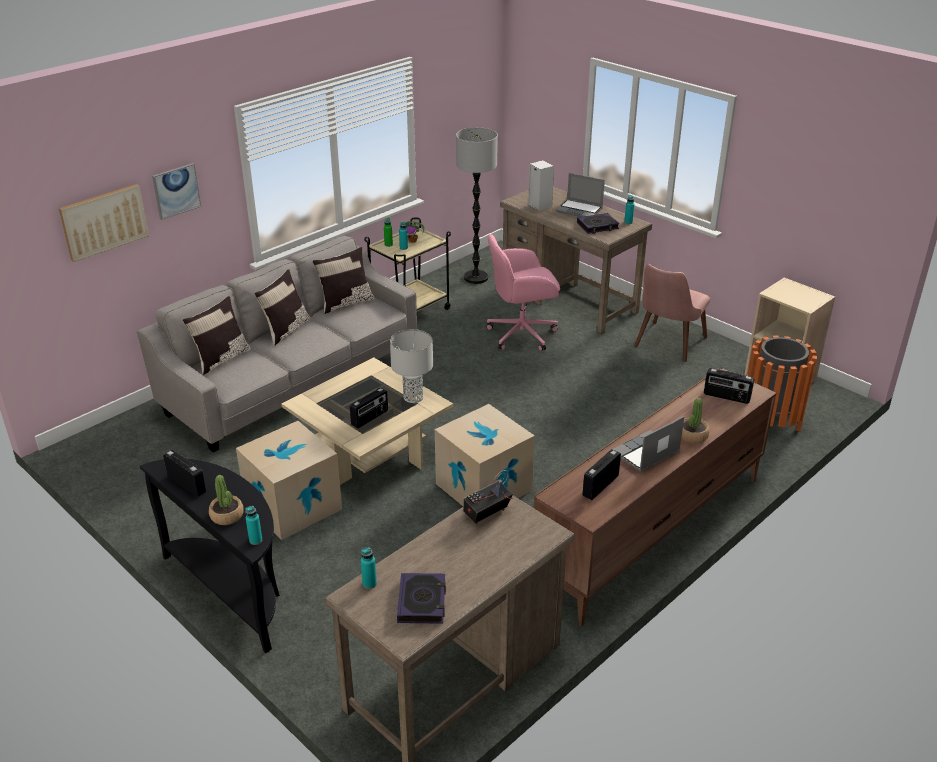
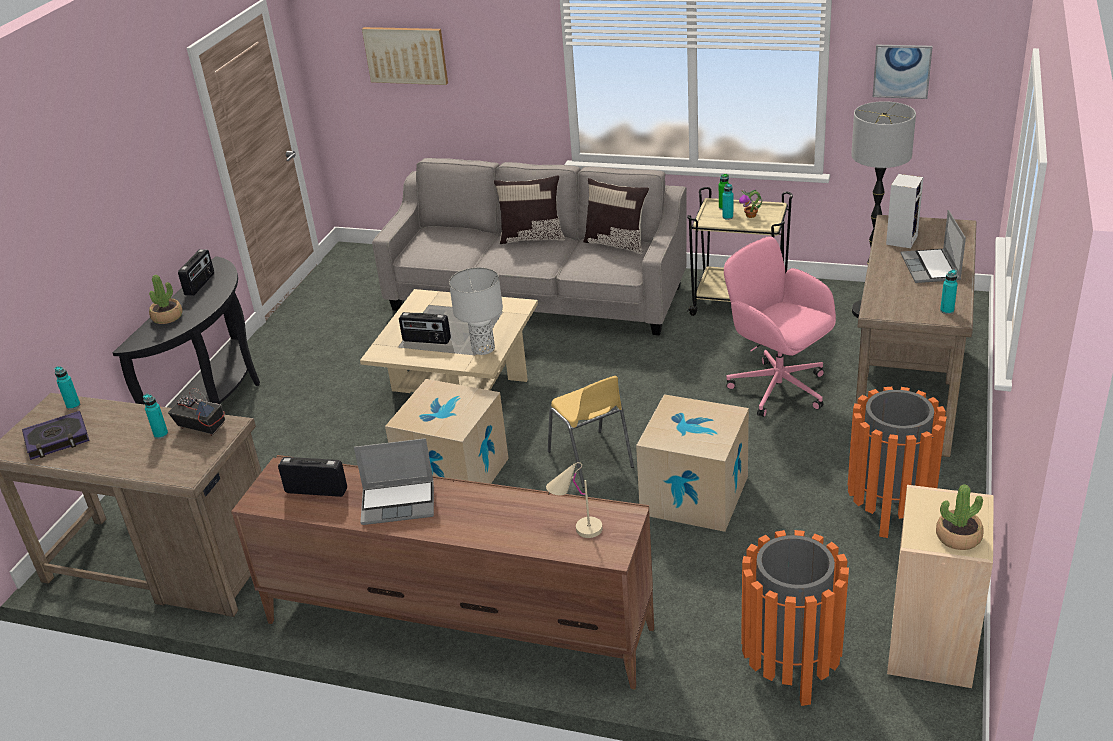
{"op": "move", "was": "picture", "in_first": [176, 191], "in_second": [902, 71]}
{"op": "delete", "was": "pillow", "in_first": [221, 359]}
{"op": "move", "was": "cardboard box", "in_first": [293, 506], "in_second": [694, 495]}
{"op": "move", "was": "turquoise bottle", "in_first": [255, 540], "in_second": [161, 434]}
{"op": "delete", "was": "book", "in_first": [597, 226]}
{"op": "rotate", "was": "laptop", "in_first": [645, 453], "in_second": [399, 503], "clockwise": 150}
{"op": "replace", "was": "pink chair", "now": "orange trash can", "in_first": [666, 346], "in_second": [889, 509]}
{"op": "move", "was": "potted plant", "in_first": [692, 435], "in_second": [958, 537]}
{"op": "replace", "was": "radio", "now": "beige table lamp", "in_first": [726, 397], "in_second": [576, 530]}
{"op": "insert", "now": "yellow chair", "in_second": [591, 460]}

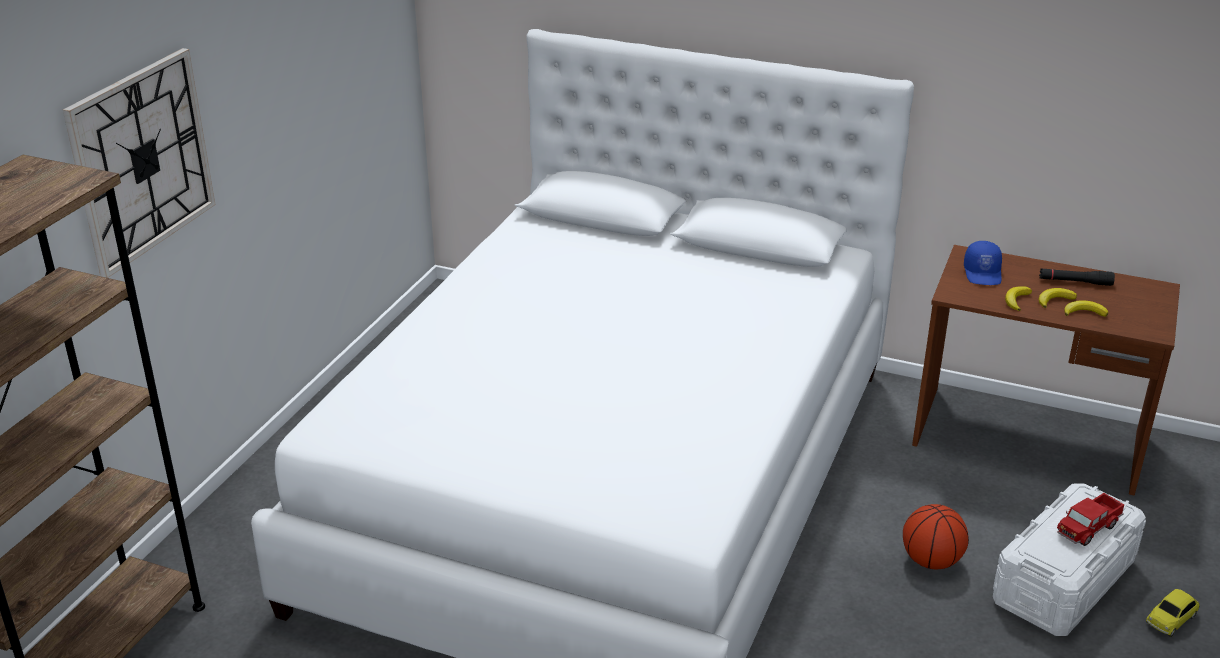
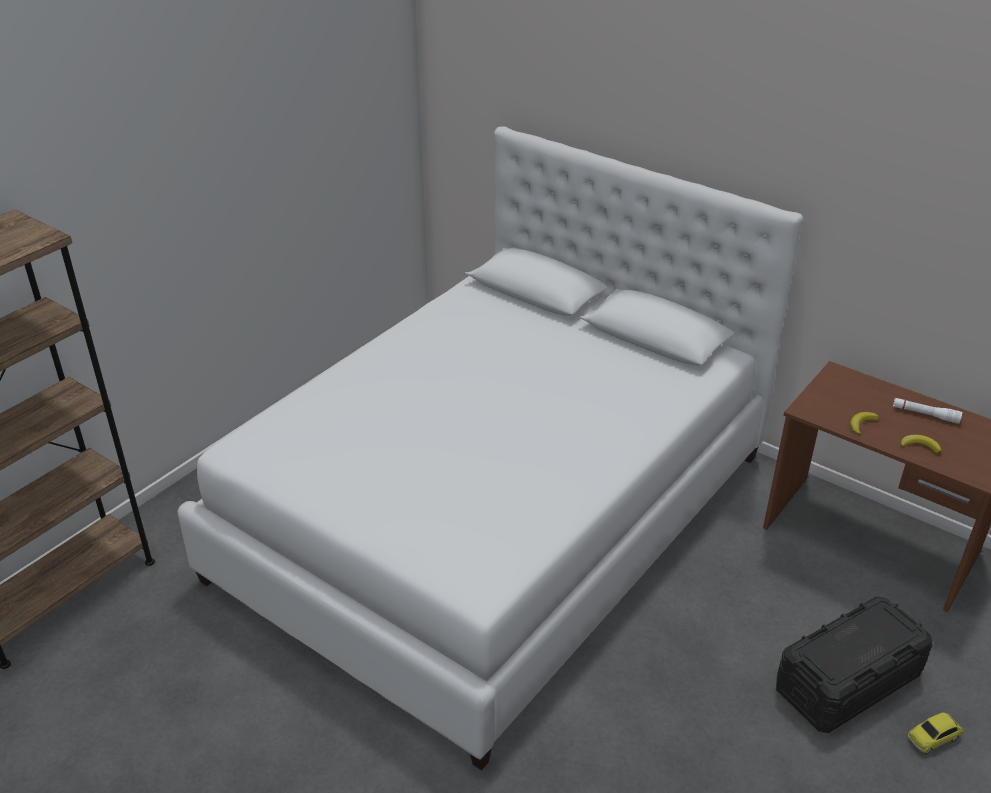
{"op": "delete", "was": "wall clock", "in_first": [142, 160]}
{"op": "delete", "was": "basketball", "in_first": [931, 561]}
{"op": "delete", "was": "blue cap", "in_first": [983, 273]}
{"op": "recolor", "was": "white storage box", "now": "black storage box", "in_first": [1064, 582], "in_second": [847, 682]}
{"op": "recolor", "was": "black flashlight", "now": "white flashlight", "in_first": [1075, 282], "in_second": [925, 414]}
{"op": "delete", "was": "banana", "in_first": [1054, 300]}
{"op": "delete", "was": "toy truck", "in_first": [1088, 528]}

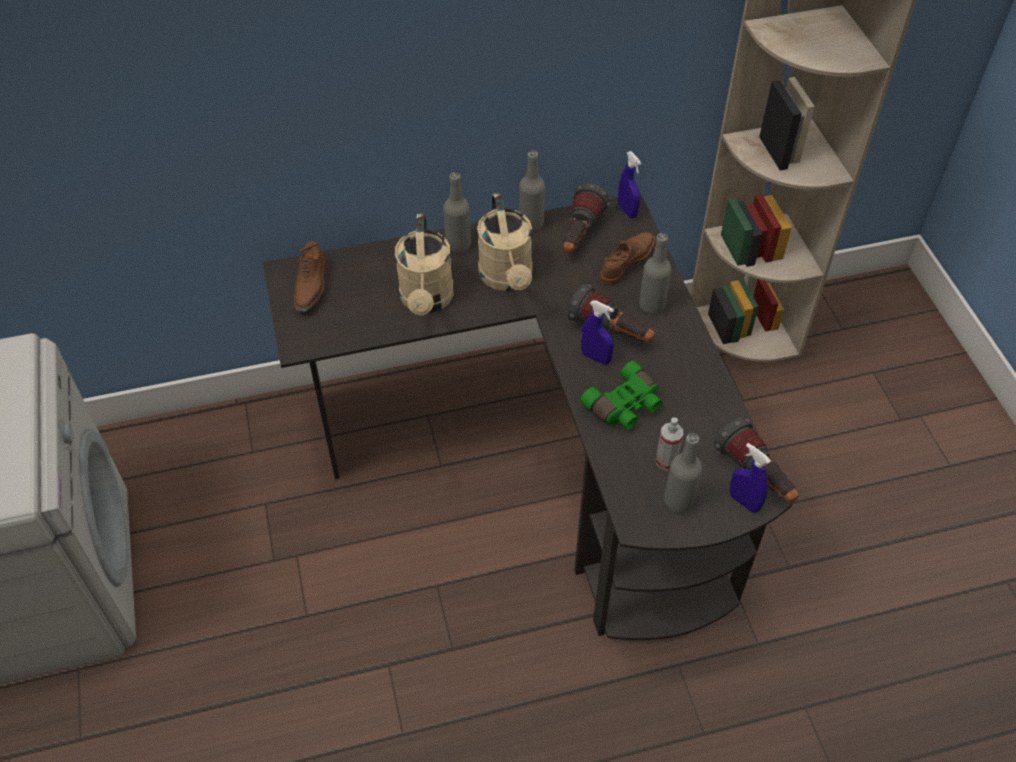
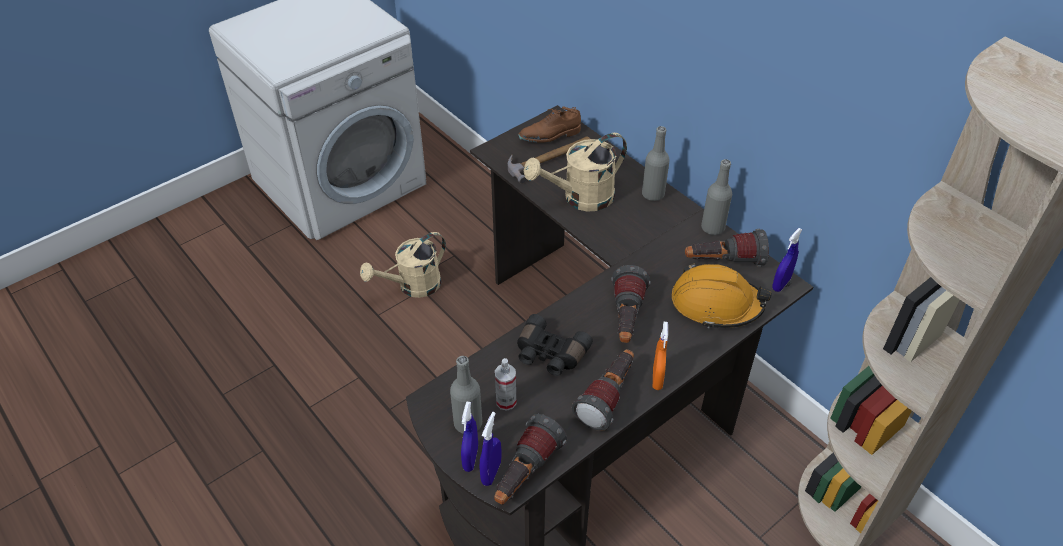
{"op": "move", "was": "beige watering can", "in_first": [508, 279], "in_second": [413, 286]}
{"op": "recolor", "was": "green binoculars", "now": "black binoculars", "in_first": [625, 406], "in_second": [549, 354]}
{"op": "move", "was": "blue spray bottle", "in_first": [595, 357], "in_second": [470, 458]}
{"op": "replace", "was": "brown shoe", "now": "orange hard hat", "in_first": [626, 263], "in_second": [716, 304]}
{"op": "delete", "was": "grey bottle", "in_first": [652, 305]}
{"op": "insert", "now": "hammer", "in_second": [550, 158]}
{"op": "insert", "now": "flashlight", "in_second": [608, 397]}
{"op": "insert", "now": "orange spray bottle", "in_second": [657, 379]}

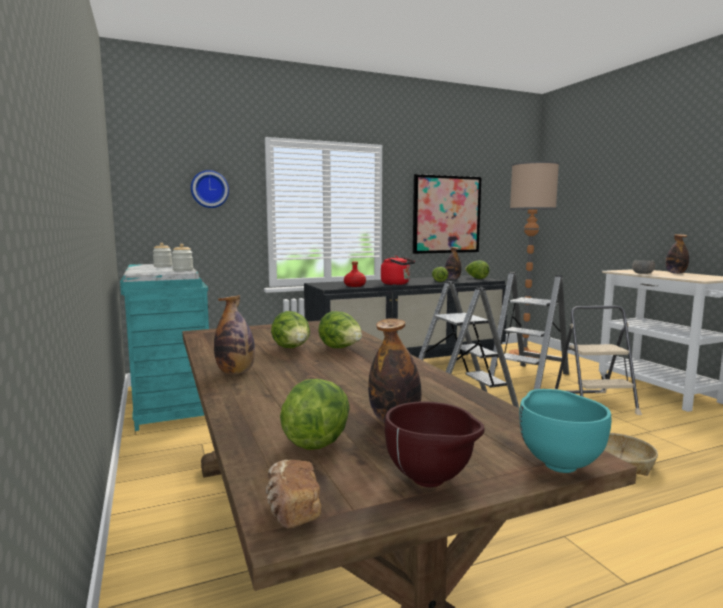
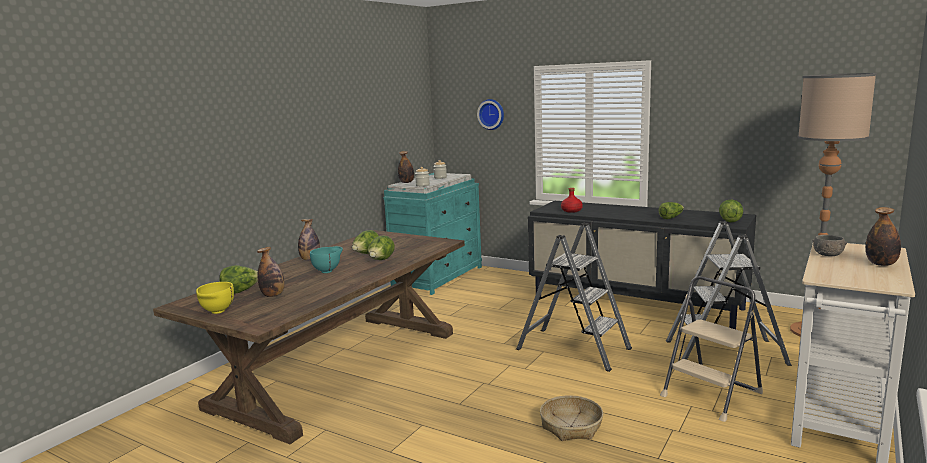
{"op": "delete", "was": "bread", "in_first": [292, 510]}
{"op": "delete", "was": "red kettle", "in_first": [397, 284]}
{"op": "recolor", "was": "brown bowl", "now": "yellow bowl", "in_first": [432, 481], "in_second": [217, 312]}
{"op": "delete", "was": "picture", "in_first": [446, 214]}
{"op": "move", "was": "bottle", "in_first": [452, 279], "in_second": [406, 182]}
{"op": "move", "was": "turquoise bowl", "in_first": [558, 463], "in_second": [328, 271]}

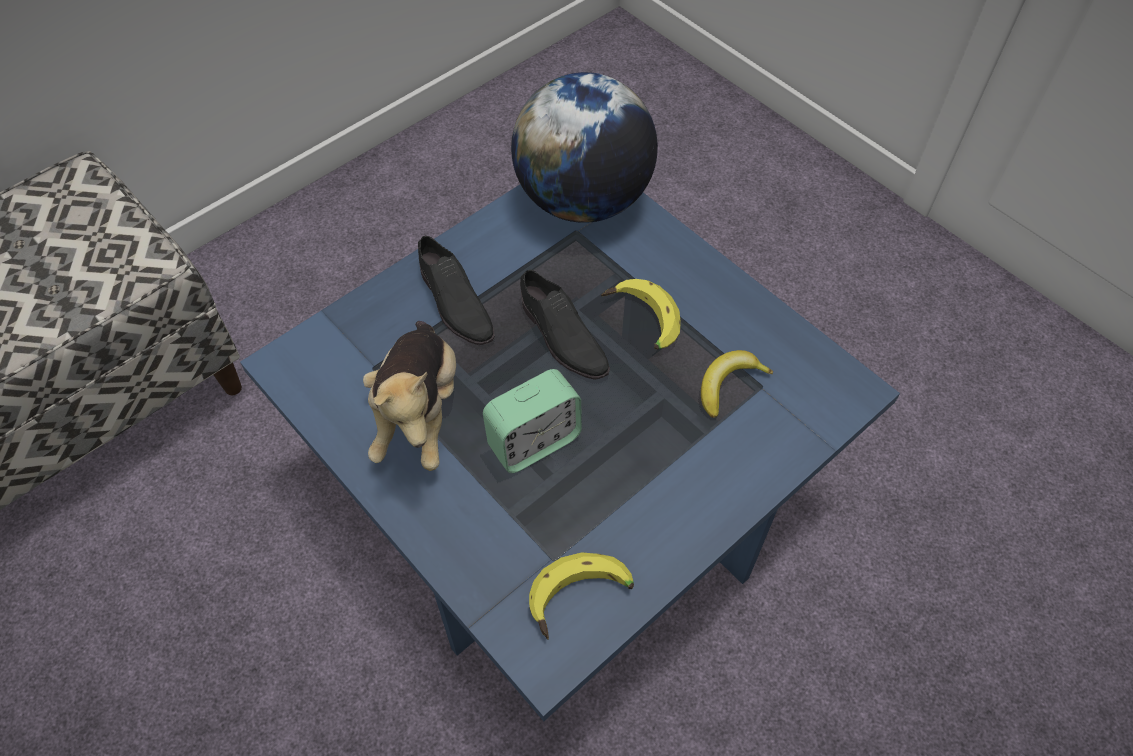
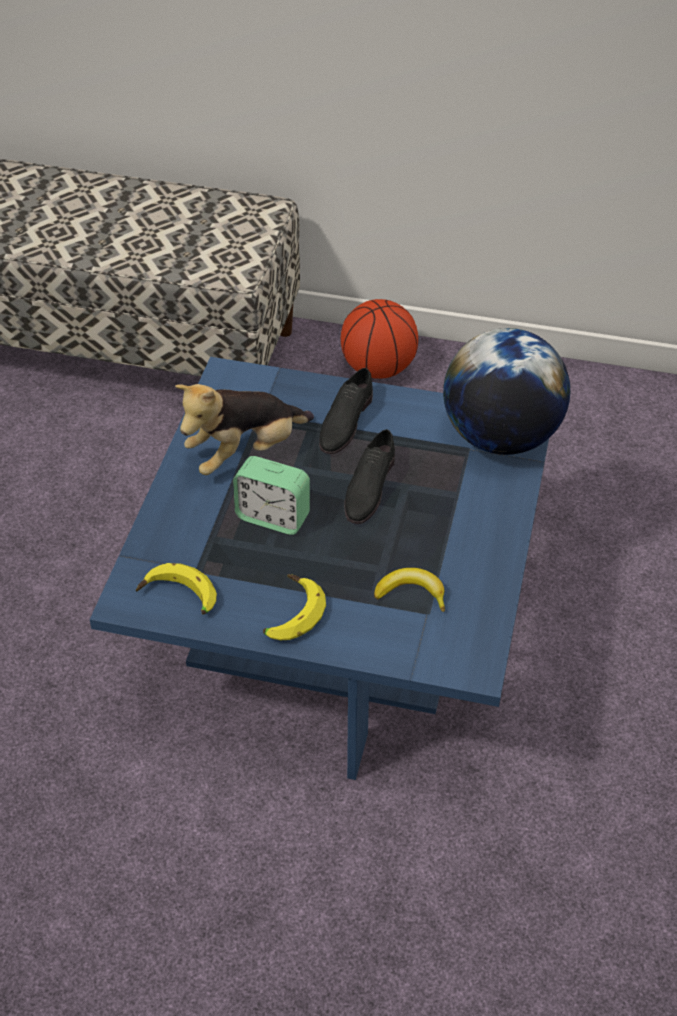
{"op": "move", "was": "banana", "in_first": [640, 320], "in_second": [290, 614]}
{"op": "insert", "now": "basketball", "in_second": [378, 369]}

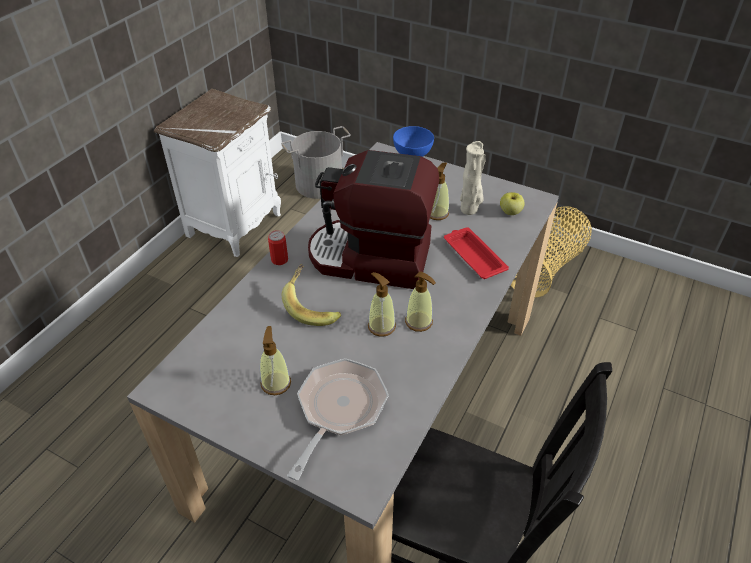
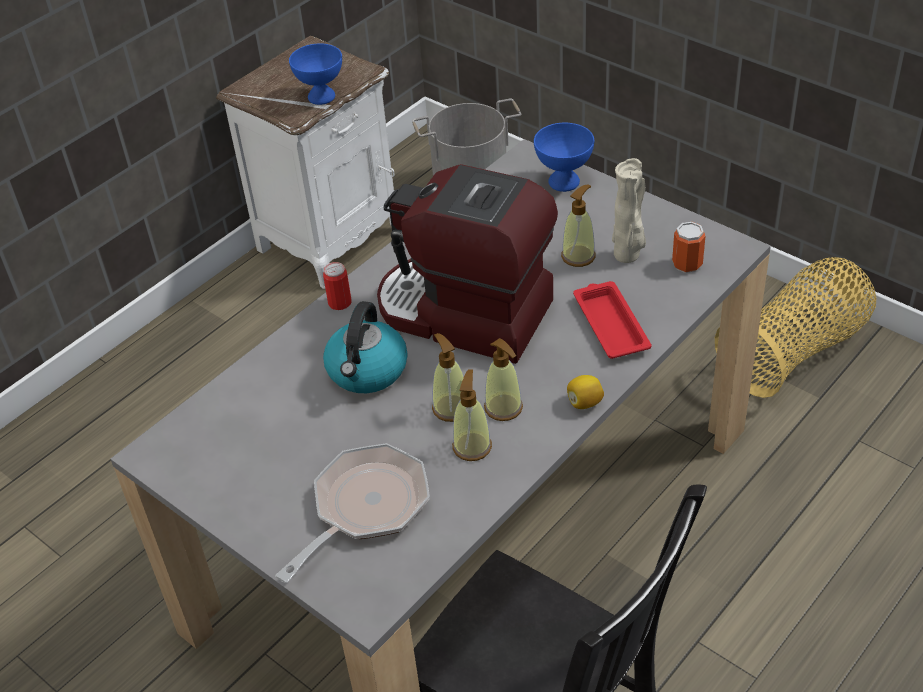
{"op": "move", "was": "soap dispenser", "in_first": [276, 383], "in_second": [472, 446]}
{"op": "replace", "was": "banana", "now": "kettle", "in_first": [313, 306], "in_second": [367, 371]}
{"op": "replace", "was": "apple", "now": "can", "in_first": [510, 212], "in_second": [687, 264]}
{"op": "insert", "now": "blue bowl", "in_second": [322, 97]}
{"op": "insert", "now": "lemon", "in_second": [584, 403]}

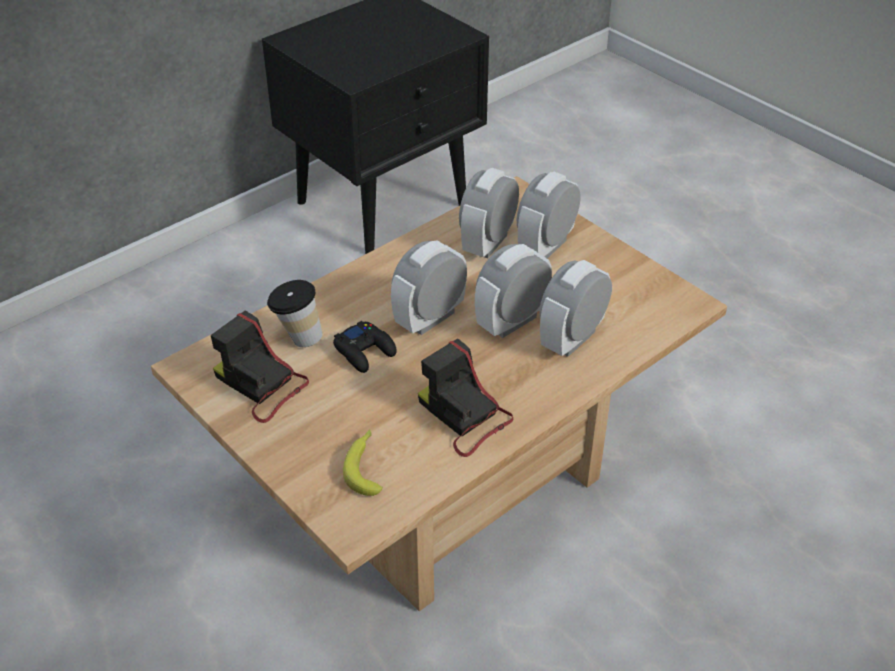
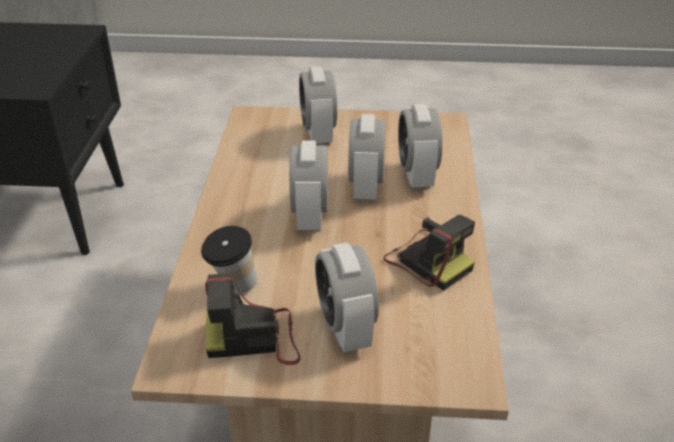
{"op": "delete", "was": "black game controller", "in_first": [365, 351]}
{"op": "delete", "was": "banana", "in_first": [366, 466]}
{"op": "rotate", "was": "photo camera", "in_first": [464, 416], "in_second": [427, 261], "clockwise": -135}
{"op": "move", "was": "alarm clock", "in_first": [488, 243], "in_second": [345, 329]}

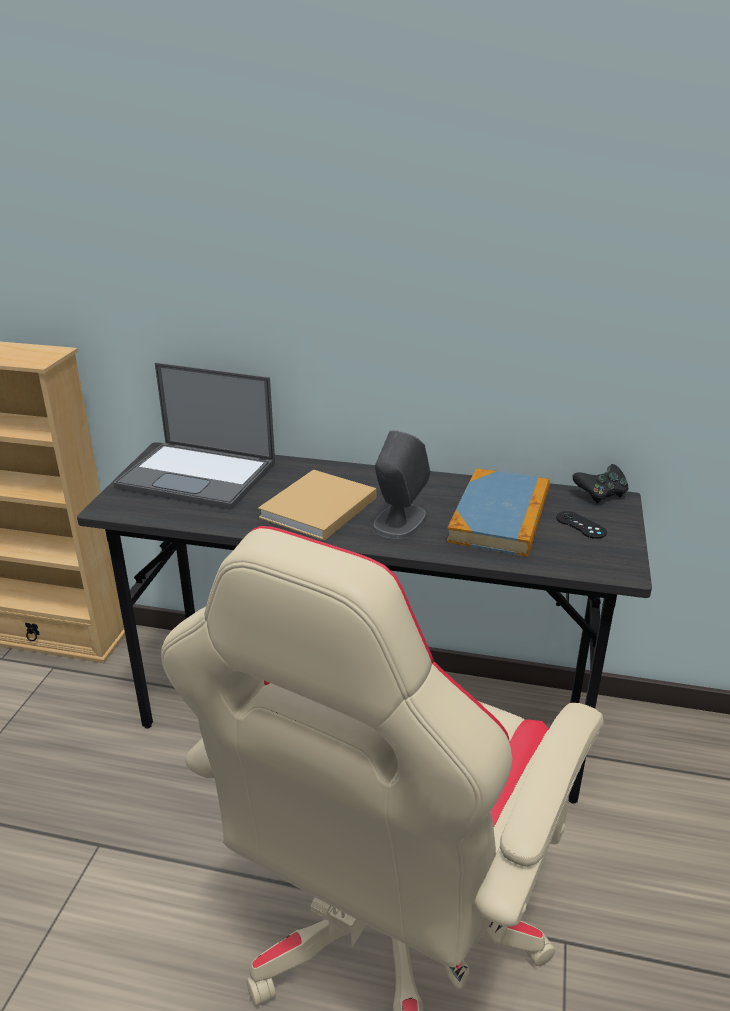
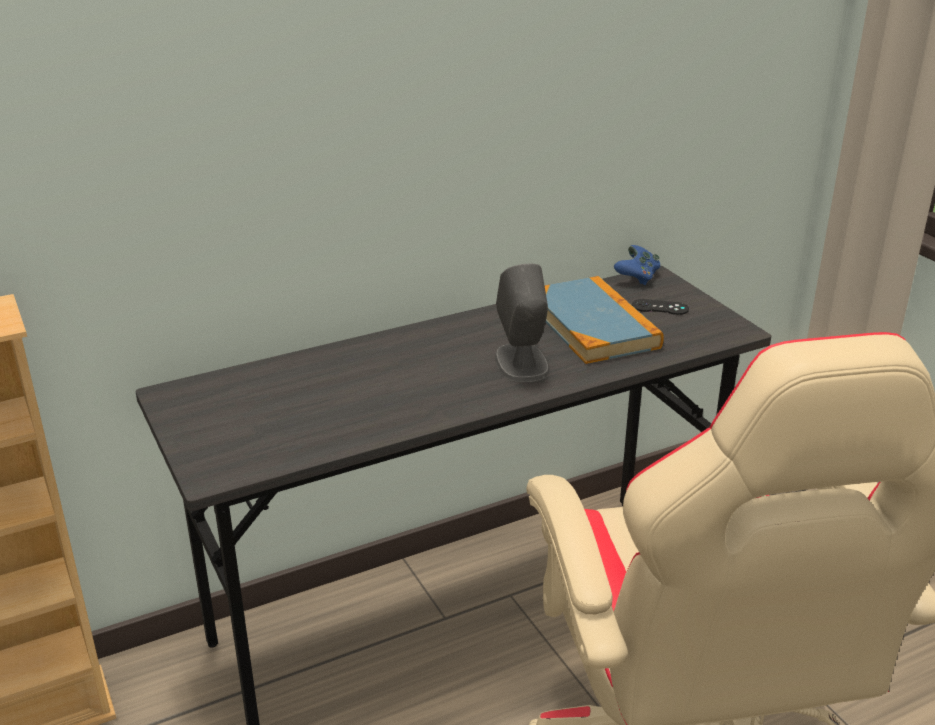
{"op": "delete", "was": "laptop", "in_first": [199, 475]}
{"op": "delete", "was": "beige book", "in_first": [316, 509]}
{"op": "recolor", "was": "black game controller", "now": "blue game controller", "in_first": [600, 494], "in_second": [637, 277]}

